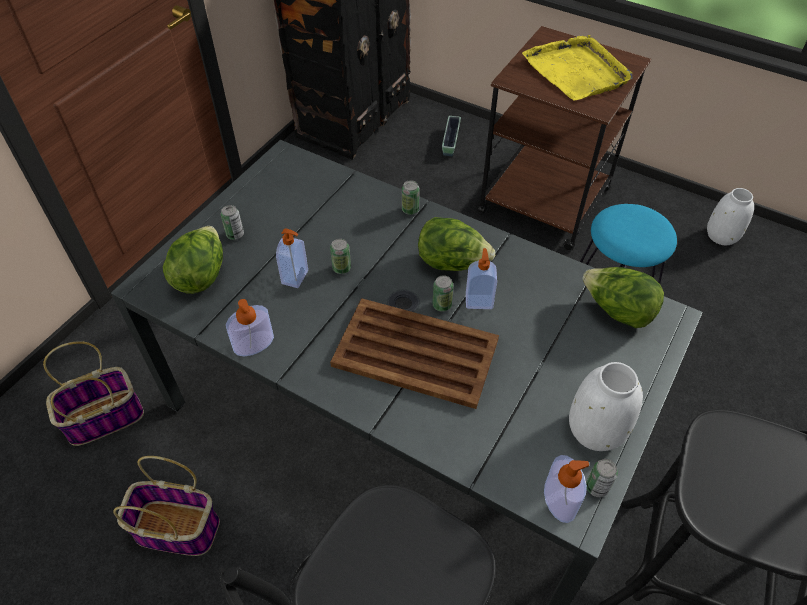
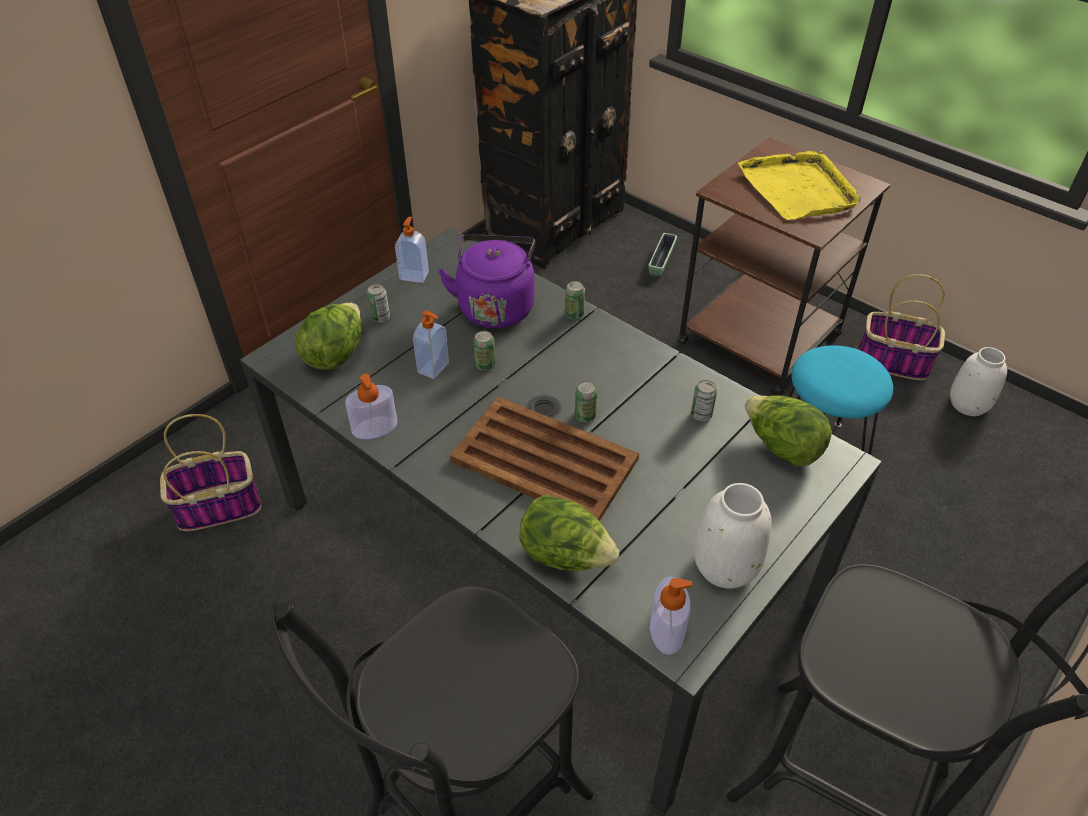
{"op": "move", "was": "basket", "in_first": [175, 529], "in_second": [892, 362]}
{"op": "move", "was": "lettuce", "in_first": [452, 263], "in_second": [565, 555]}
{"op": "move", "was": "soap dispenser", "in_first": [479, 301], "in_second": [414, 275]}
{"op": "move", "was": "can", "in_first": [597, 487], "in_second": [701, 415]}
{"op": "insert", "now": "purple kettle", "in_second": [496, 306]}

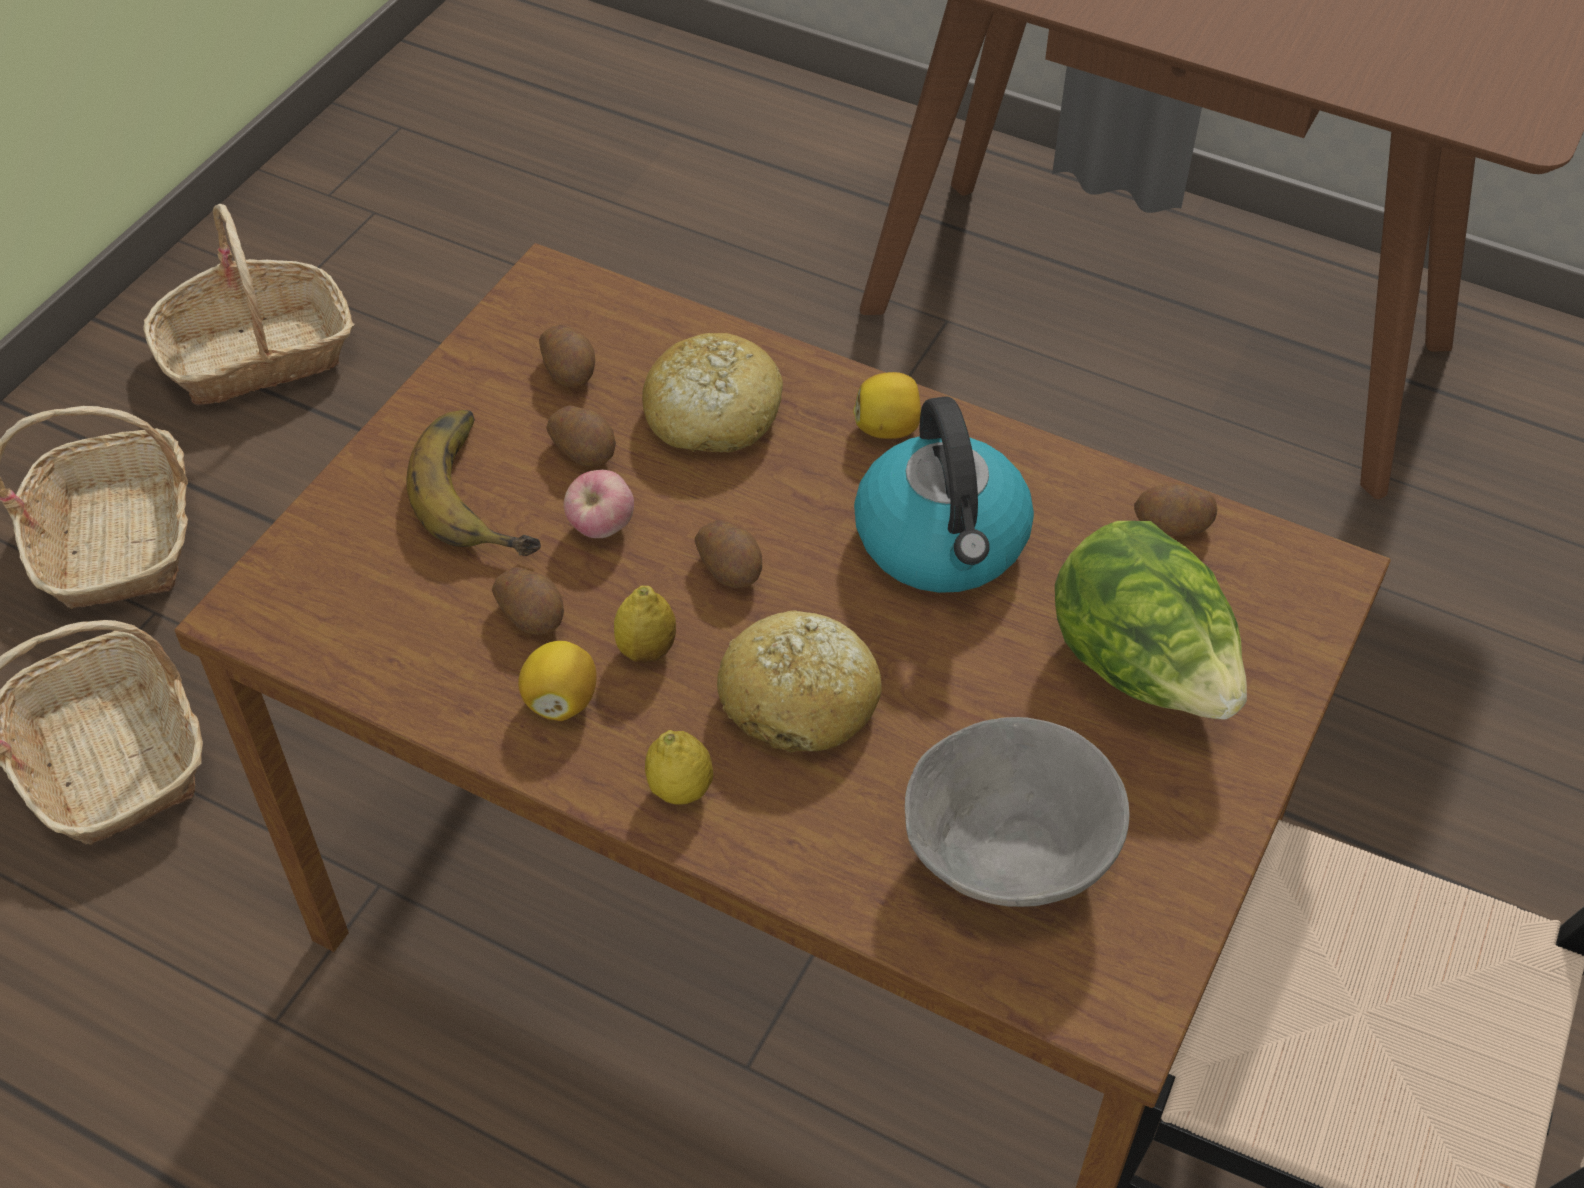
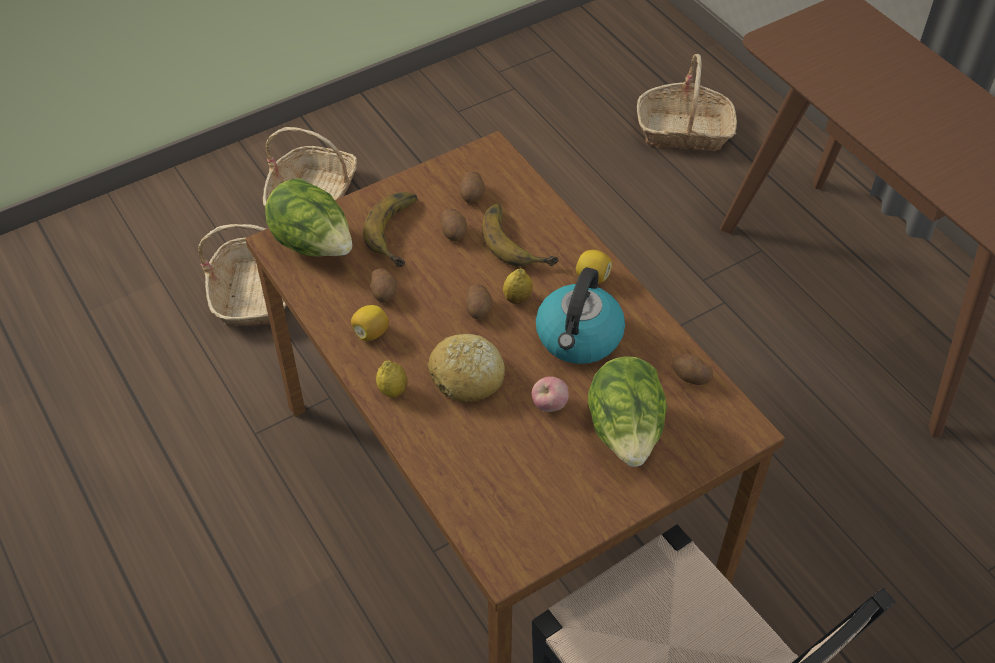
{"op": "move", "was": "basket", "in_first": [258, 354], "in_second": [684, 131]}
{"op": "move", "was": "apple", "in_first": [602, 527], "in_second": [549, 405]}
{"op": "move", "was": "lemon", "in_first": [647, 649], "in_second": [517, 298]}
{"op": "replace", "was": "bread", "now": "banana", "in_first": [712, 415], "in_second": [519, 239]}
{"op": "delete", "was": "grey bowl", "in_first": [1009, 852]}
{"op": "insert", "now": "lettuce", "in_second": [314, 245]}

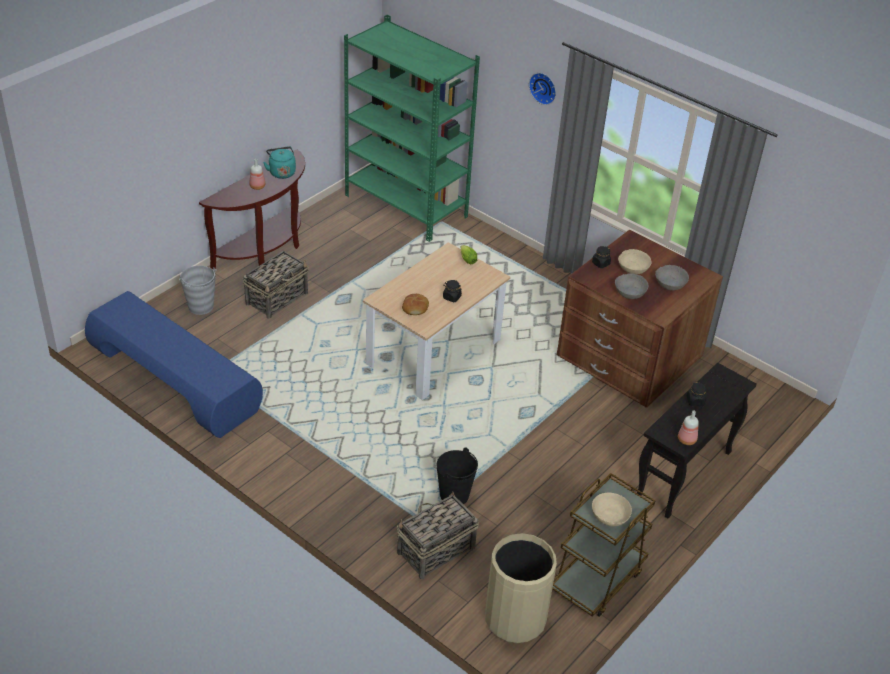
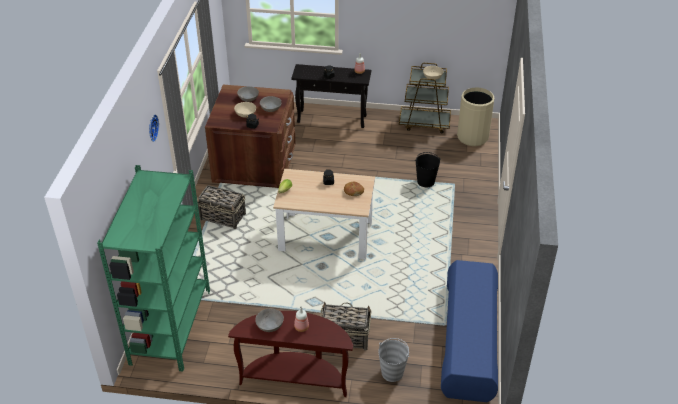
{"op": "replace", "was": "turquoise kettle", "now": "grey bowl", "in_first": [281, 172], "in_second": [269, 325]}
{"op": "move", "was": "basket", "in_first": [435, 550], "in_second": [223, 217]}

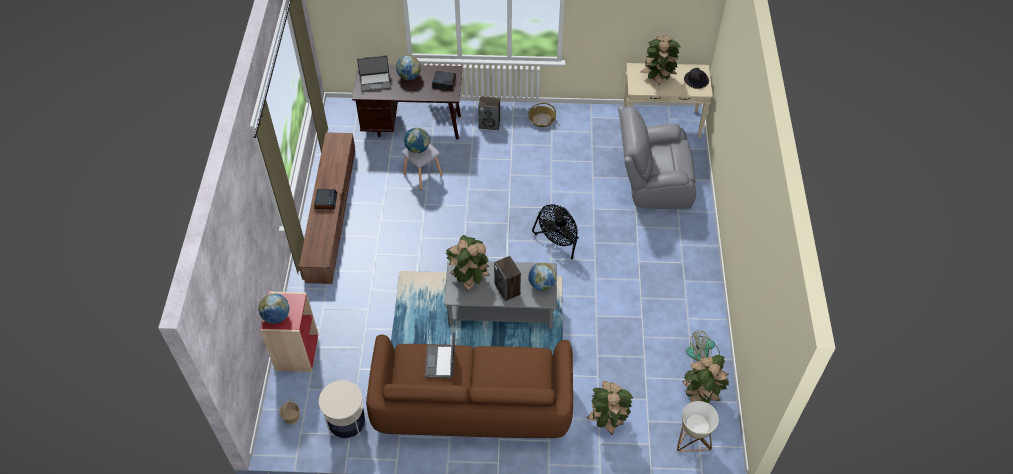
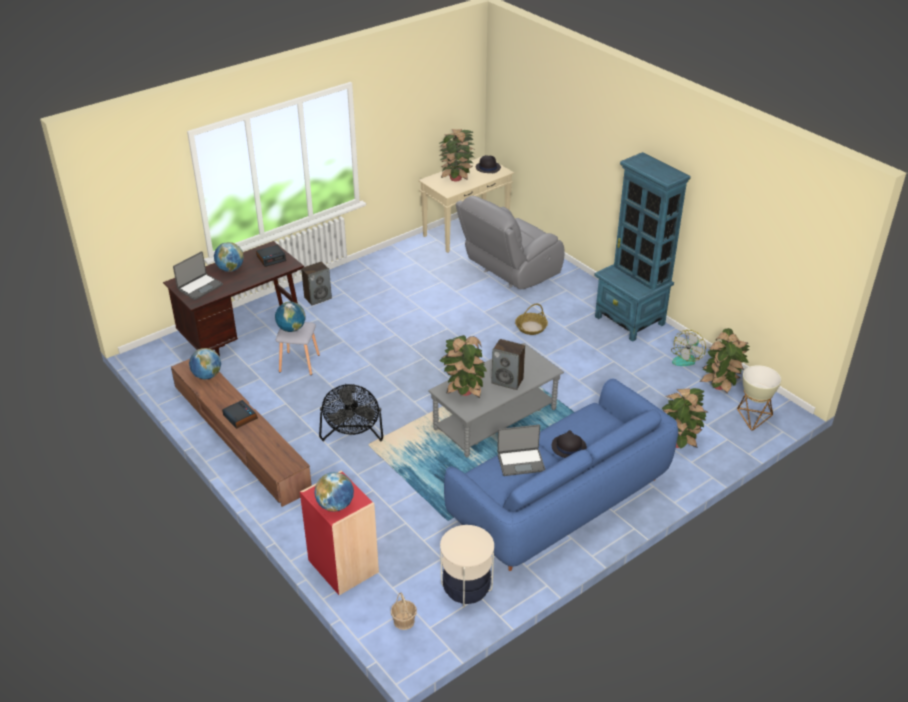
{"op": "recolor", "was": "brown sofa", "now": "blue sofa", "in_first": [472, 405], "in_second": [560, 502]}
{"op": "rotate", "was": "laptop", "in_first": [441, 362], "in_second": [520, 462], "clockwise": -60}
{"op": "move", "was": "basket", "in_first": [542, 119], "in_second": [531, 327]}
{"op": "move", "was": "globe", "in_first": [541, 284], "in_second": [207, 376]}
{"op": "move", "was": "black fan", "in_first": [558, 239], "in_second": [351, 432]}
{"op": "insert", "now": "black hat", "in_second": [568, 447]}
{"op": "insert", "now": "blue cabinet", "in_second": [629, 321]}

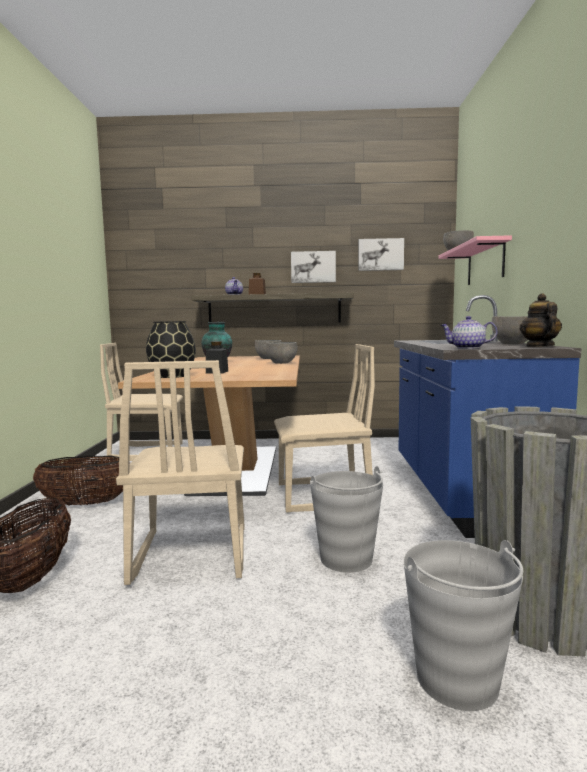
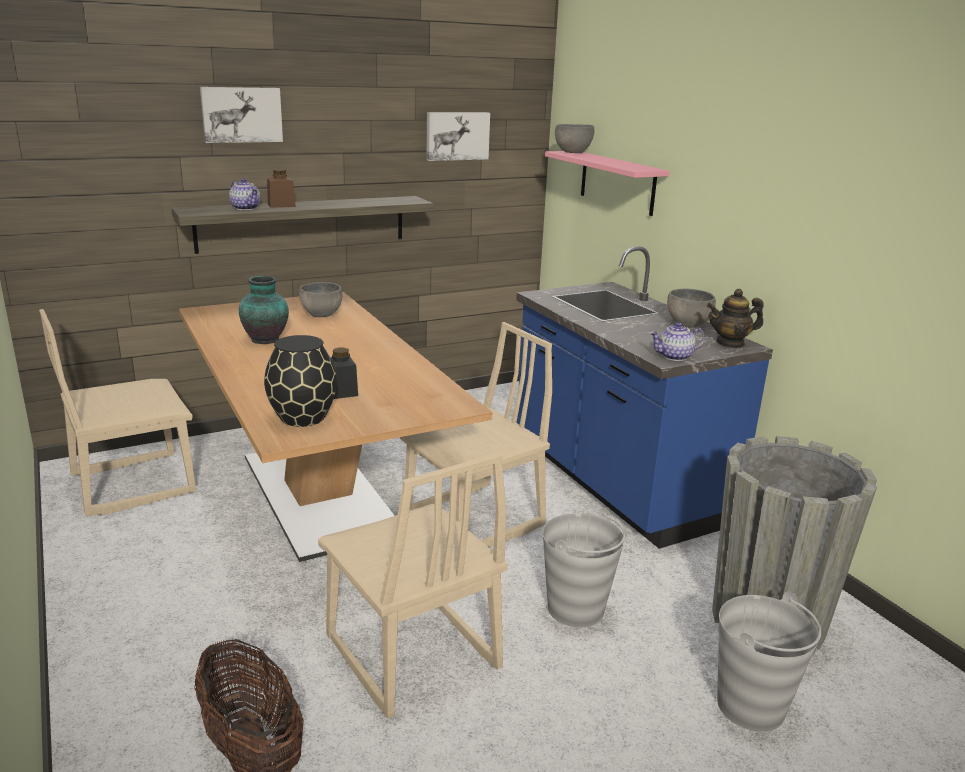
{"op": "delete", "was": "basket", "in_first": [86, 504]}
{"op": "delete", "was": "grey bowl", "in_first": [282, 363]}
{"op": "move", "was": "picture", "in_first": [313, 267], "in_second": [241, 114]}
{"op": "rotate", "was": "teapot", "in_first": [539, 346], "in_second": [730, 343], "clockwise": -75}

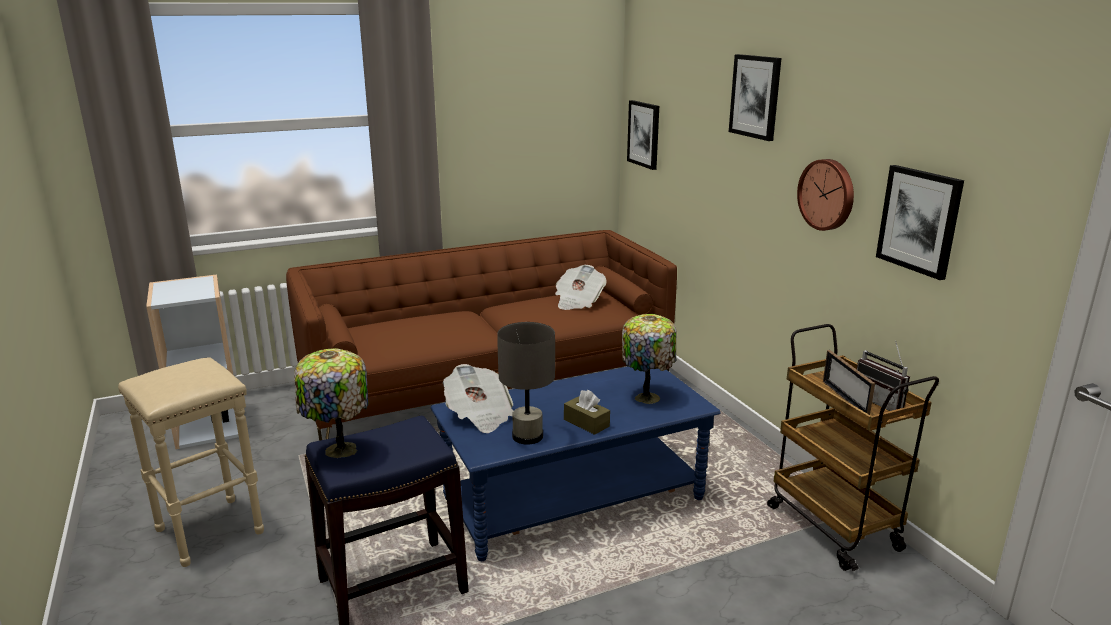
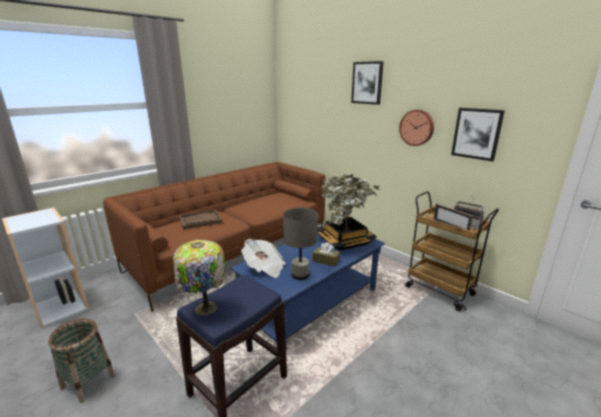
{"op": "replace", "was": "beige stool", "now": "basket", "in_first": [207, 530], "in_second": [88, 382]}
{"op": "delete", "was": "newspaper", "in_first": [578, 301]}
{"op": "replace", "was": "table lamp", "now": "potted plant", "in_first": [647, 396], "in_second": [345, 241]}
{"op": "delete", "was": "picture", "in_first": [644, 134]}
{"op": "insert", "now": "brown tray", "in_second": [200, 220]}

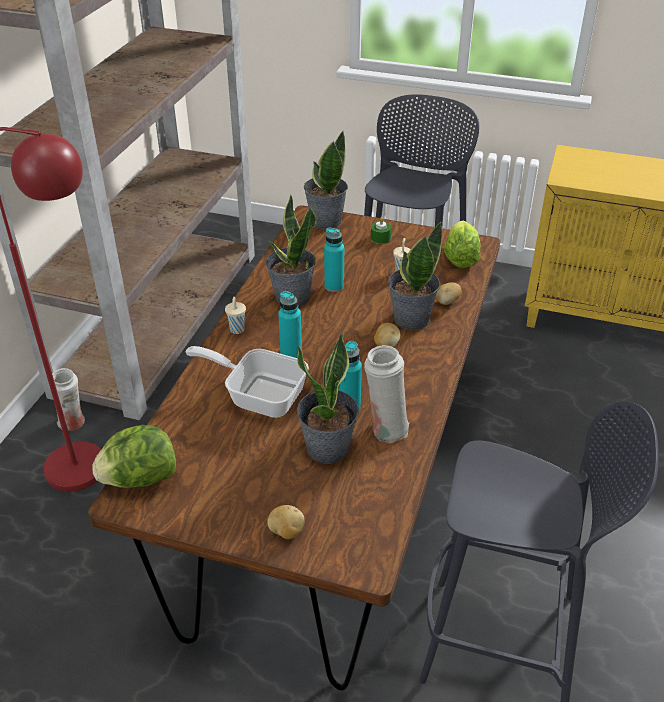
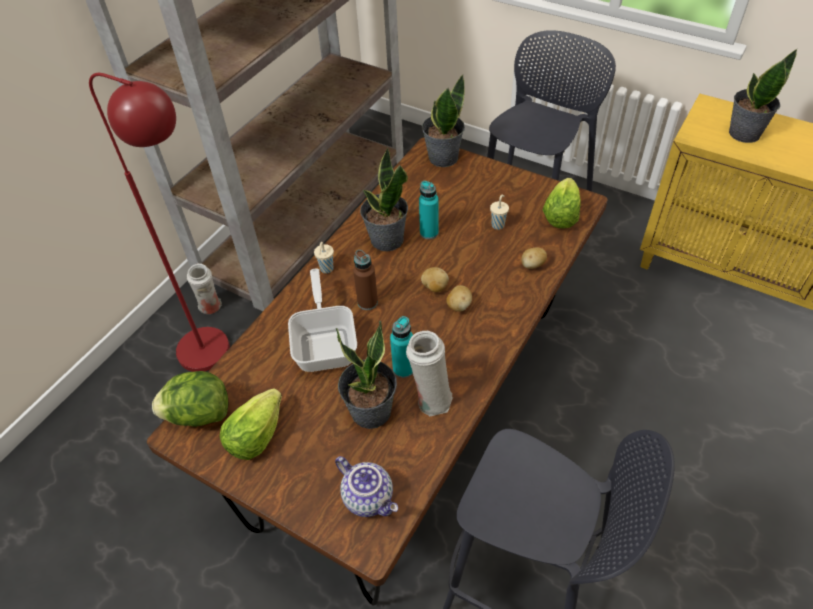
{"op": "rotate", "was": "frying pan", "in_first": [259, 395], "in_second": [326, 343], "clockwise": 45}
{"op": "move", "was": "potato", "in_first": [286, 532], "in_second": [434, 287]}
{"op": "recolor", "was": "turquoise bottle", "now": "brown bottle", "in_first": [291, 354], "in_second": [367, 302]}
{"op": "delete", "was": "green candle", "in_first": [380, 238]}
{"op": "move", "was": "potted plant", "in_first": [411, 319], "in_second": [743, 133]}
{"op": "insert", "now": "lettuce", "in_second": [255, 436]}
{"op": "insert", "now": "teapot", "in_second": [369, 497]}

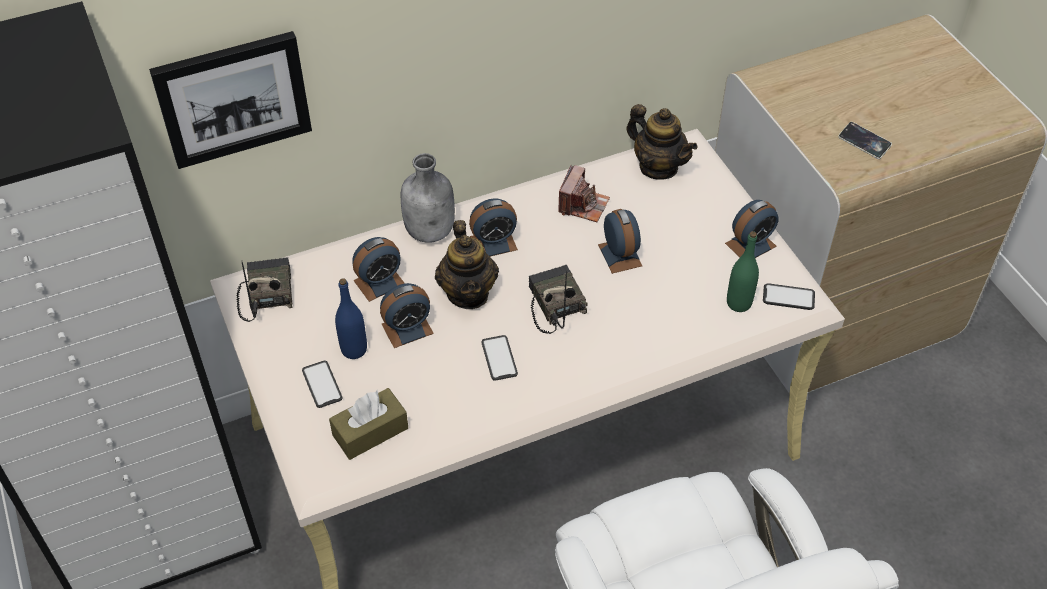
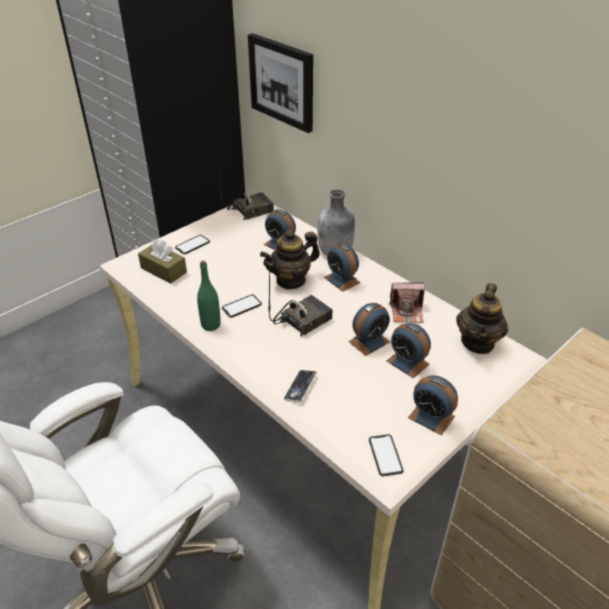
{"op": "delete", "was": "blue bottle", "in_first": [354, 349]}
{"op": "move", "was": "alarm clock", "in_first": [407, 329], "in_second": [407, 362]}
{"op": "move", "was": "green bottle", "in_first": [738, 303], "in_second": [211, 325]}
{"op": "move", "was": "phone", "in_first": [864, 143], "in_second": [300, 387]}

